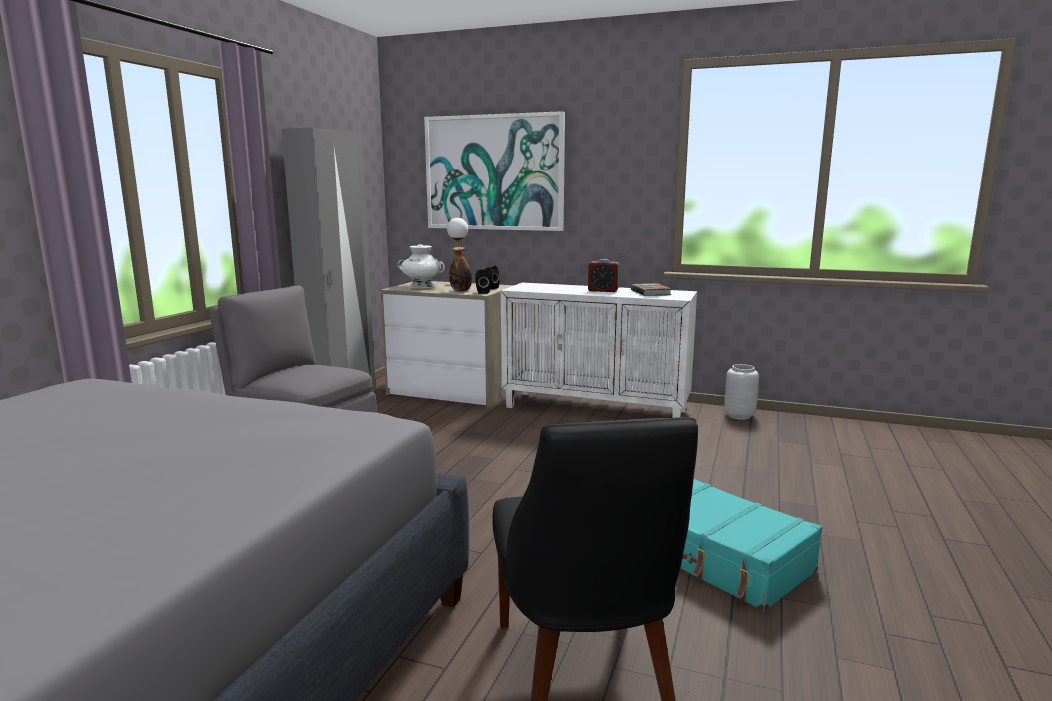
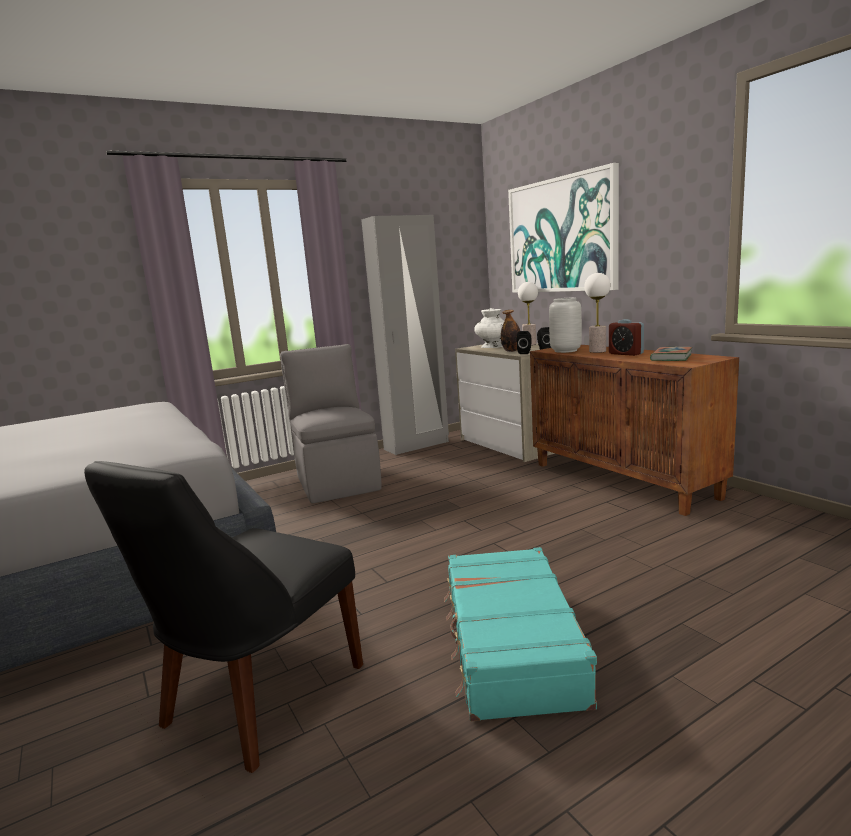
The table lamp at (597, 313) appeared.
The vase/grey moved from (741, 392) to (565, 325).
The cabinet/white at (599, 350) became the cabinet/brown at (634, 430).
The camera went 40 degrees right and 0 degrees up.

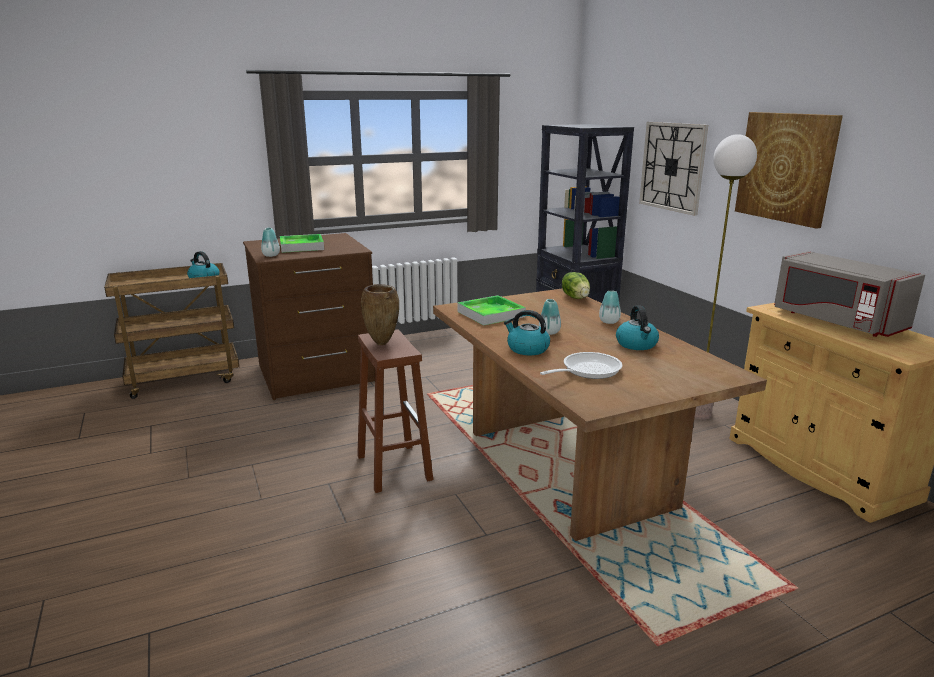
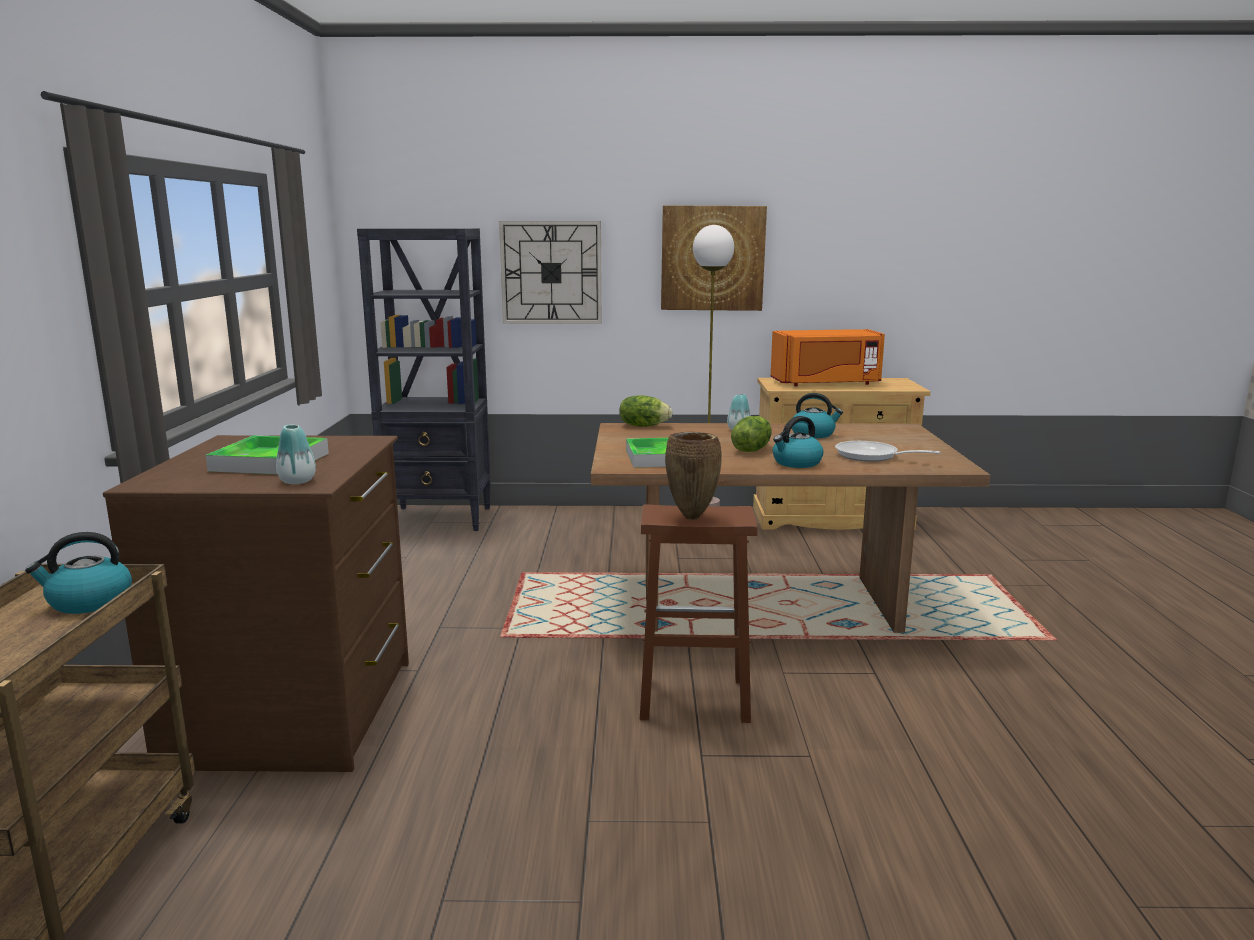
The vase at (550, 317) was replaced by the lettuce at (751, 434).
The microwave/grey at (849, 294) became the microwave/orange at (828, 357).
The frying pan at (581, 365) turned 45 degrees counterclockwise.
The camera went 65 degrees left and 5 degrees down.

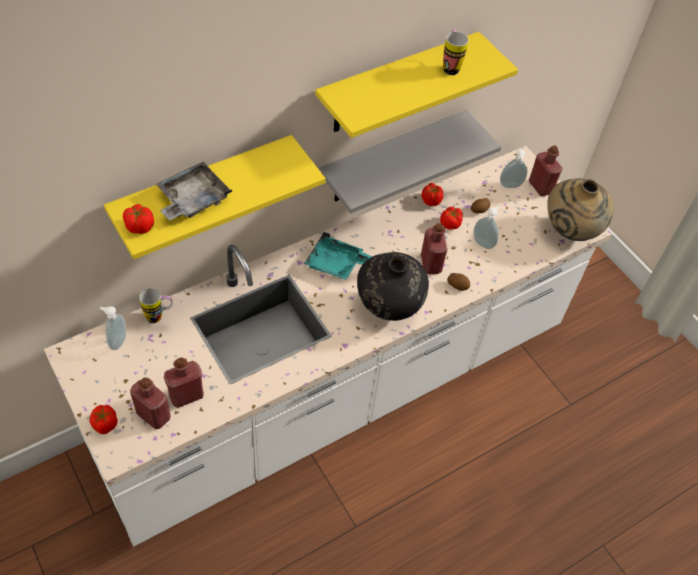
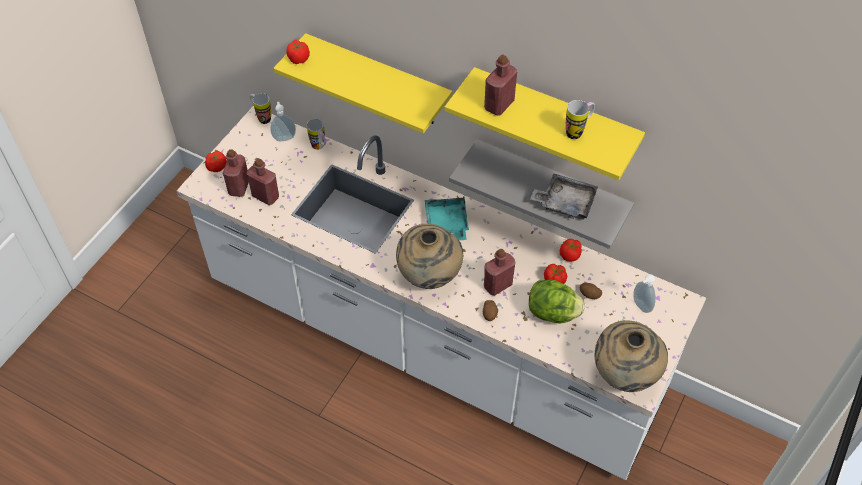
The mug at (260, 108) appeared.
The tray/grey moved from (194, 191) to (564, 196).
The bottle/red moved from (546, 170) to (500, 85).
The soap dispenser at (486, 227) was replaced by the lettuce at (557, 301).
The vase/black at (393, 286) became the vase/beige at (429, 256).
The camera went 65 degrees right and 0 degrees up.

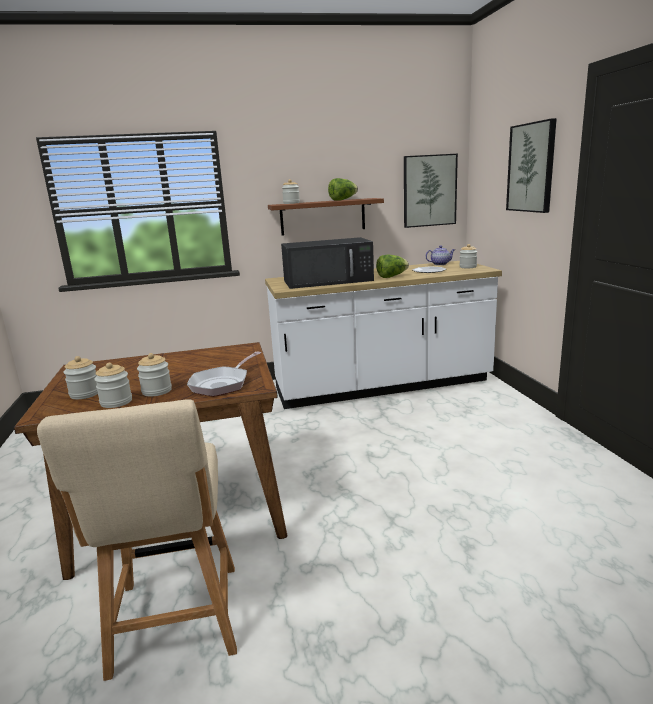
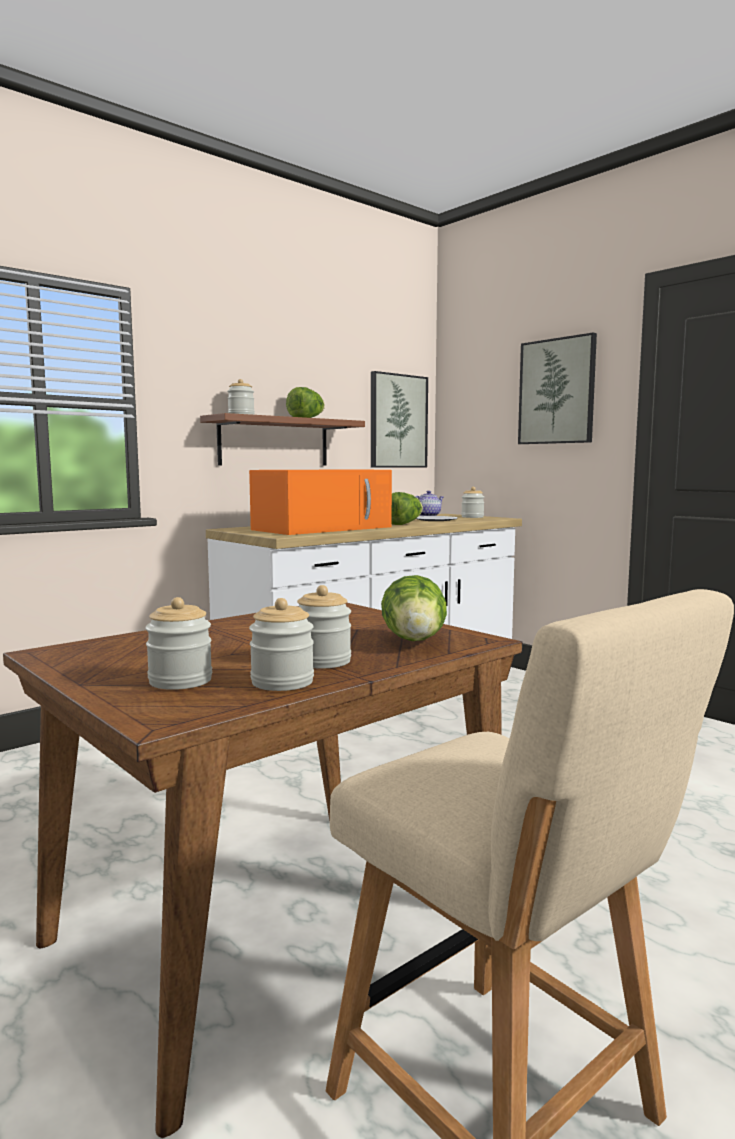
The frying pan at (224, 374) was replaced by the lettuce at (414, 608).
The microwave/black at (327, 263) became the microwave/orange at (320, 502).
The camera went 30 degrees left and 10 degrees down.

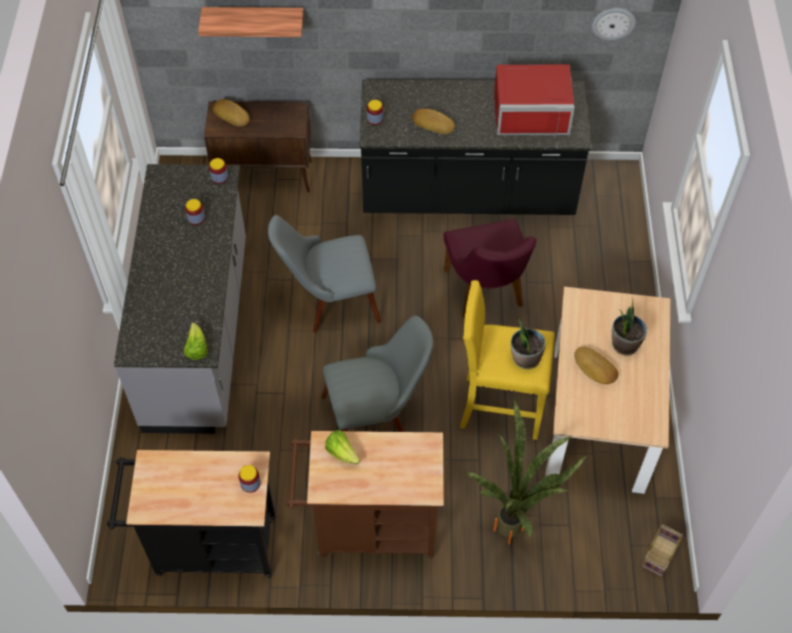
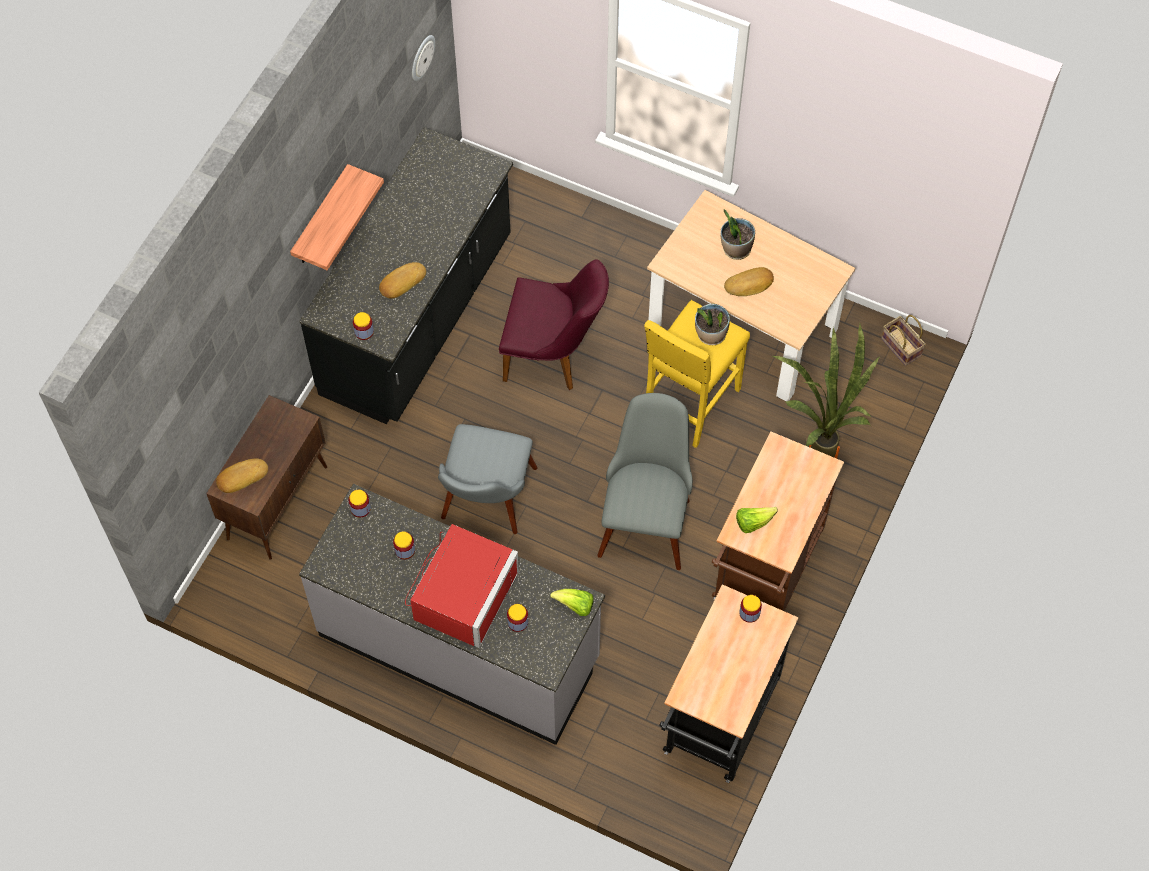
The jar at (517, 618) appeared.
The shelf moved from (250, 22) to (337, 217).
The microwave/red moved from (534, 99) to (462, 586).
The camera went 65 degrees left and 5 degrees up.

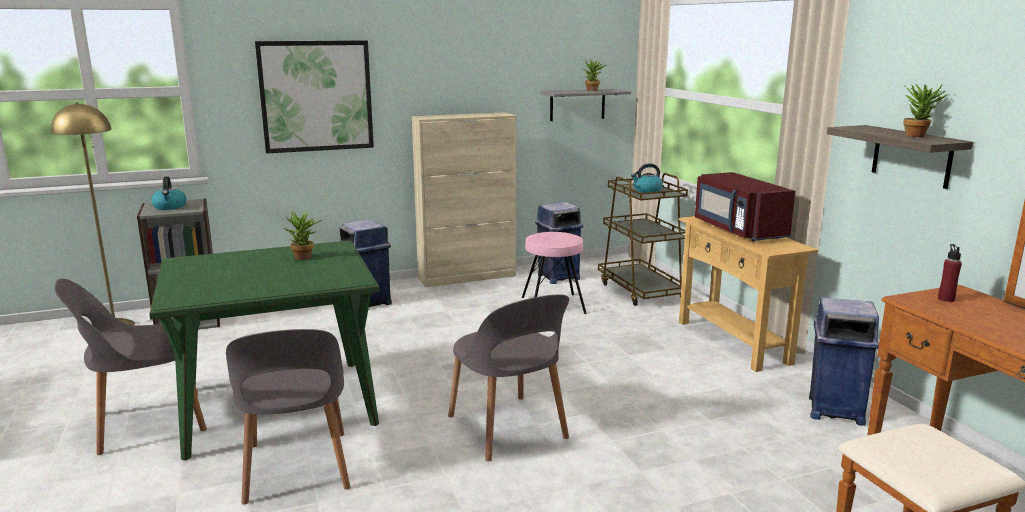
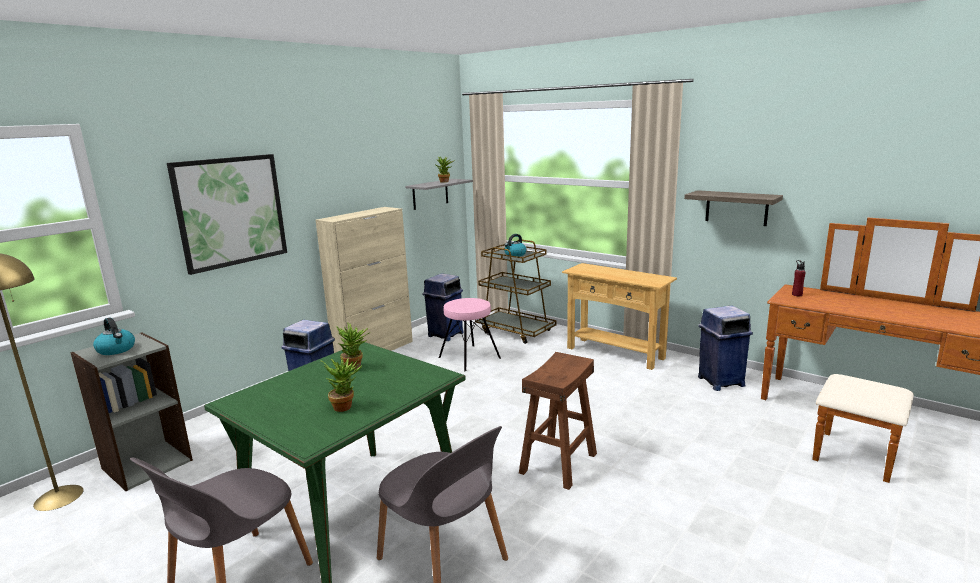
The microwave/red at (745, 206) disappeared.
The potted plant moved from (925, 110) to (341, 385).
The chair/grey at (508, 378) was replaced by the stool/brown at (558, 421).
The camera went 30 degrees left and 0 degrees up.

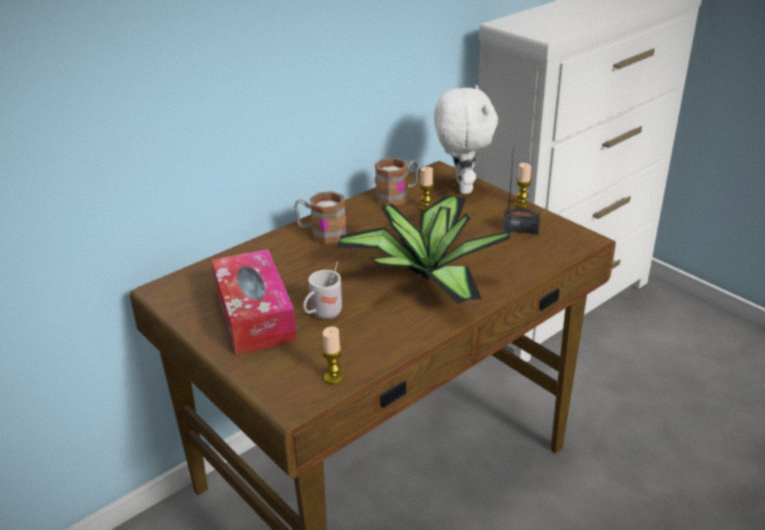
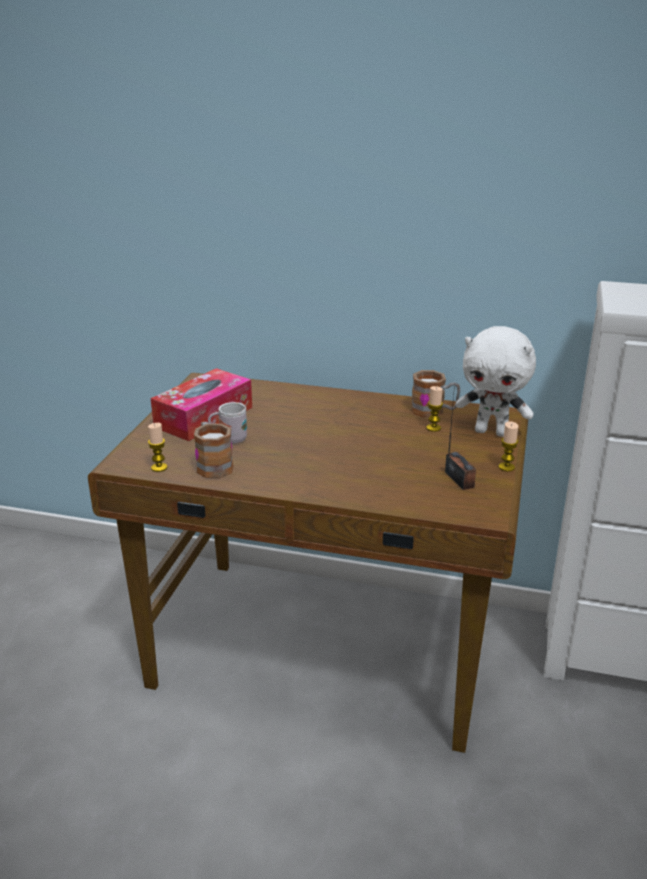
The potted plant at (423, 250) disappeared.
The mug moved from (320, 217) to (213, 450).
The plush toy/white at (466, 139) turned 60 degrees clockwise.
The camera went 55 degrees right and 5 degrees down.

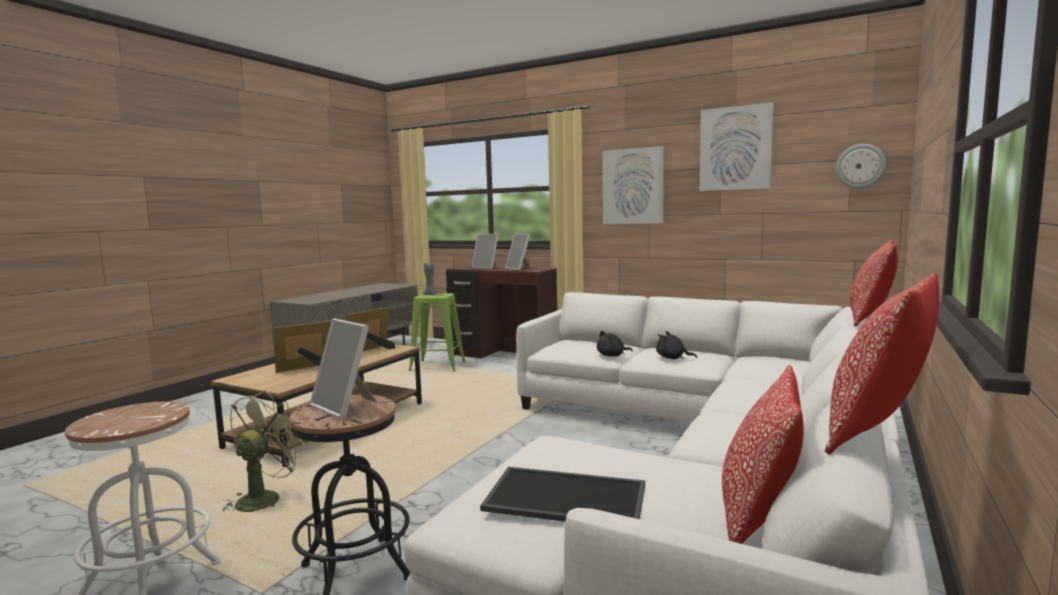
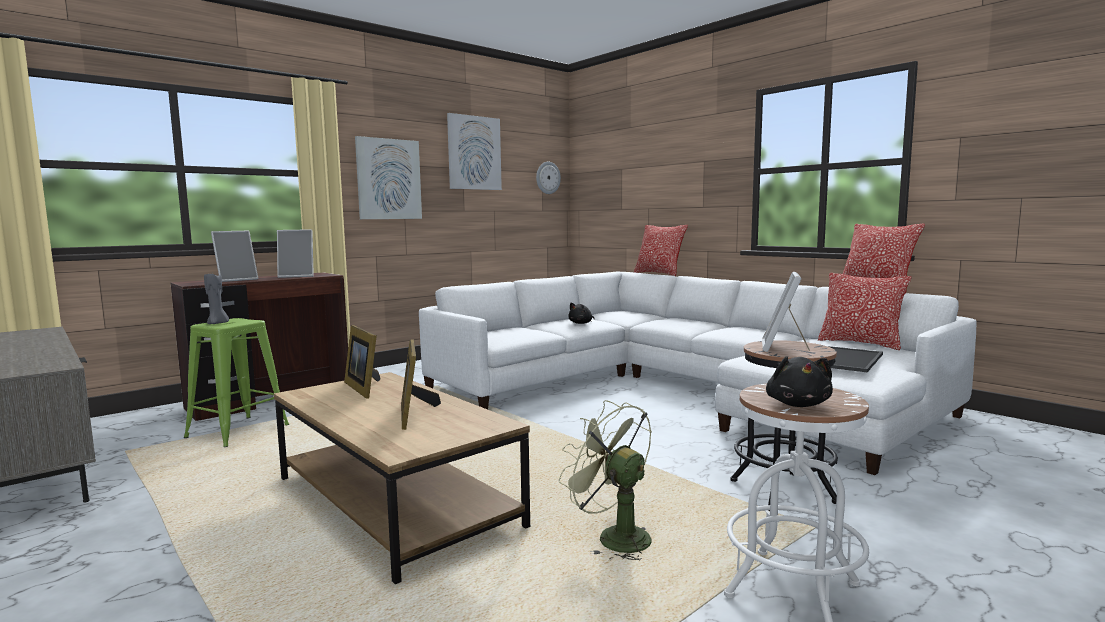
The plush toy/black moved from (615, 344) to (799, 381).
The picture frame at (343, 368) turned 135 degrees clockwise.
The camera went 70 degrees left and 0 degrees up.

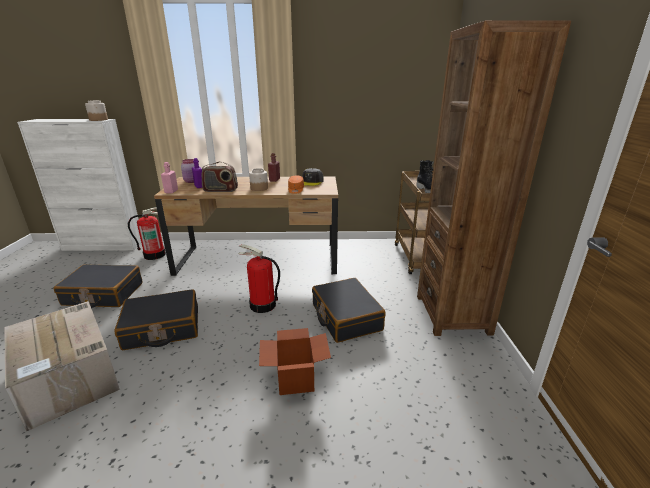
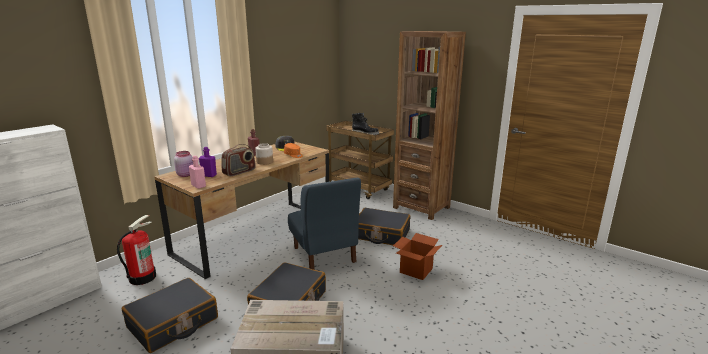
The jar at (96, 110) disappeared.
The fire extinguisher at (259, 278) was replaced by the chair/blue at (324, 223).
The camera went 50 degrees left and 5 degrees down.

